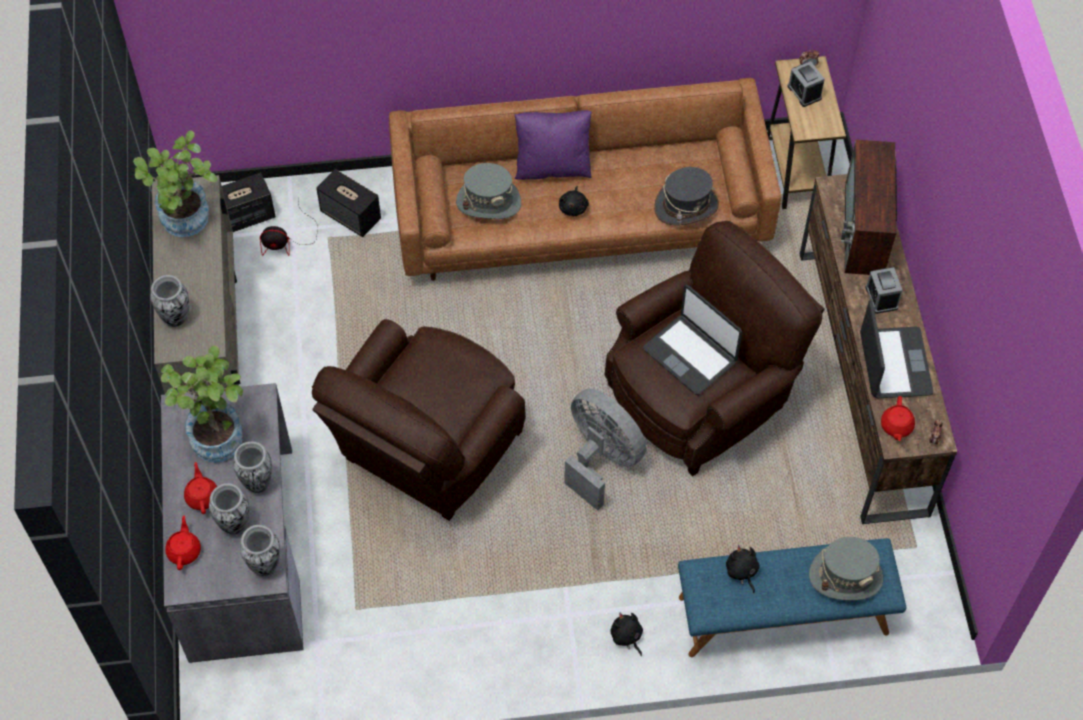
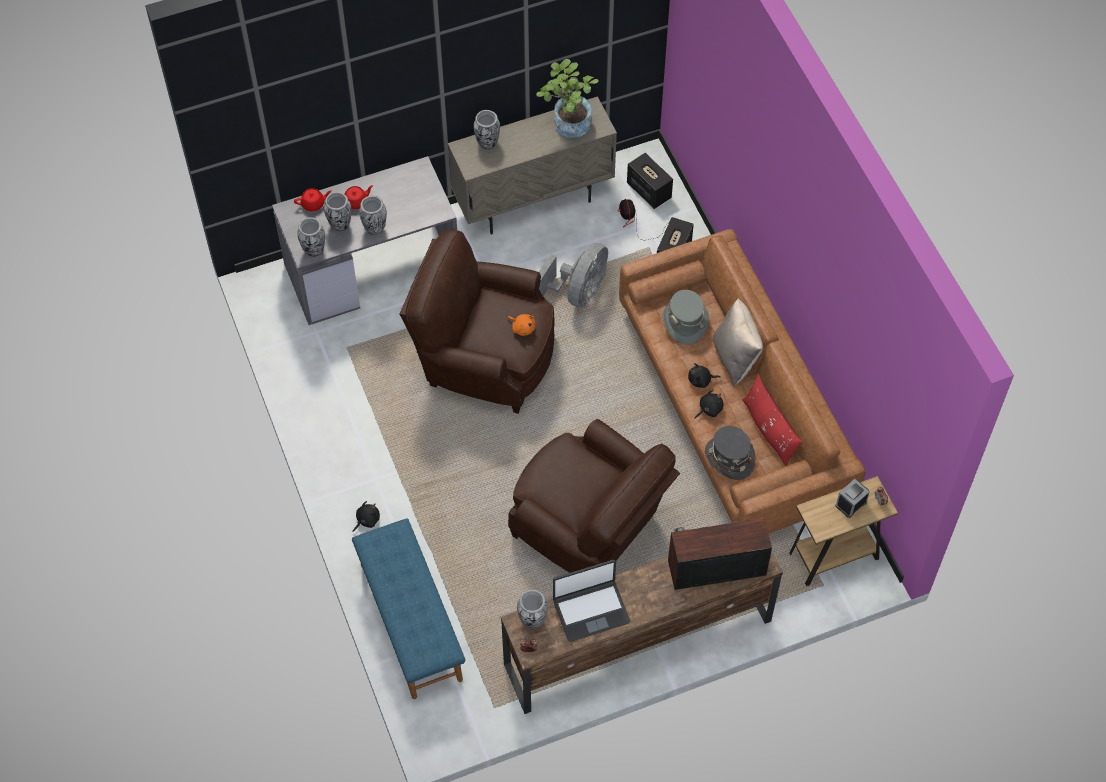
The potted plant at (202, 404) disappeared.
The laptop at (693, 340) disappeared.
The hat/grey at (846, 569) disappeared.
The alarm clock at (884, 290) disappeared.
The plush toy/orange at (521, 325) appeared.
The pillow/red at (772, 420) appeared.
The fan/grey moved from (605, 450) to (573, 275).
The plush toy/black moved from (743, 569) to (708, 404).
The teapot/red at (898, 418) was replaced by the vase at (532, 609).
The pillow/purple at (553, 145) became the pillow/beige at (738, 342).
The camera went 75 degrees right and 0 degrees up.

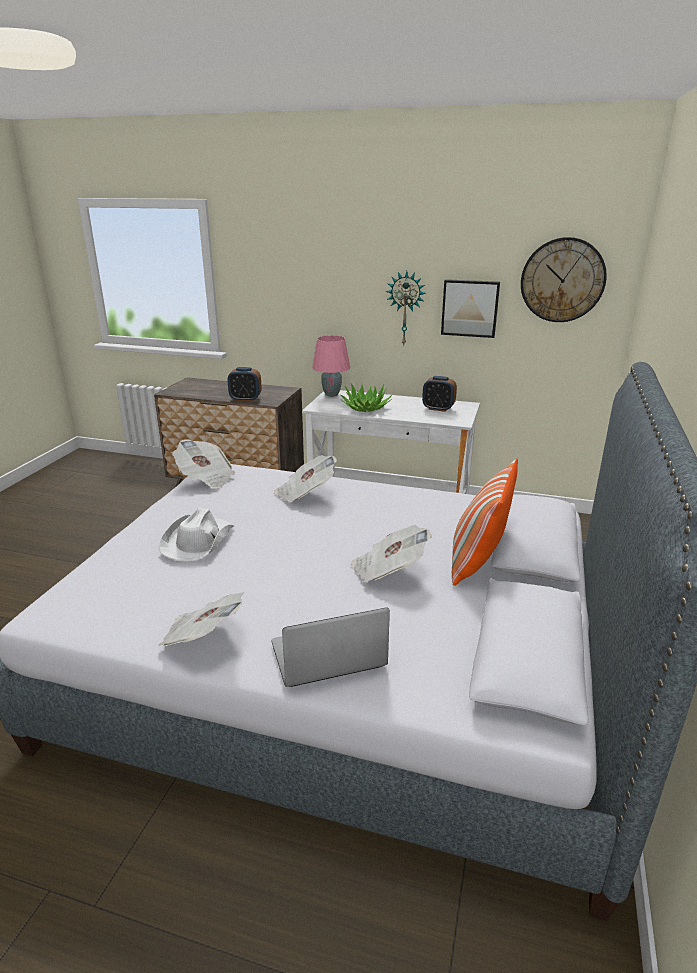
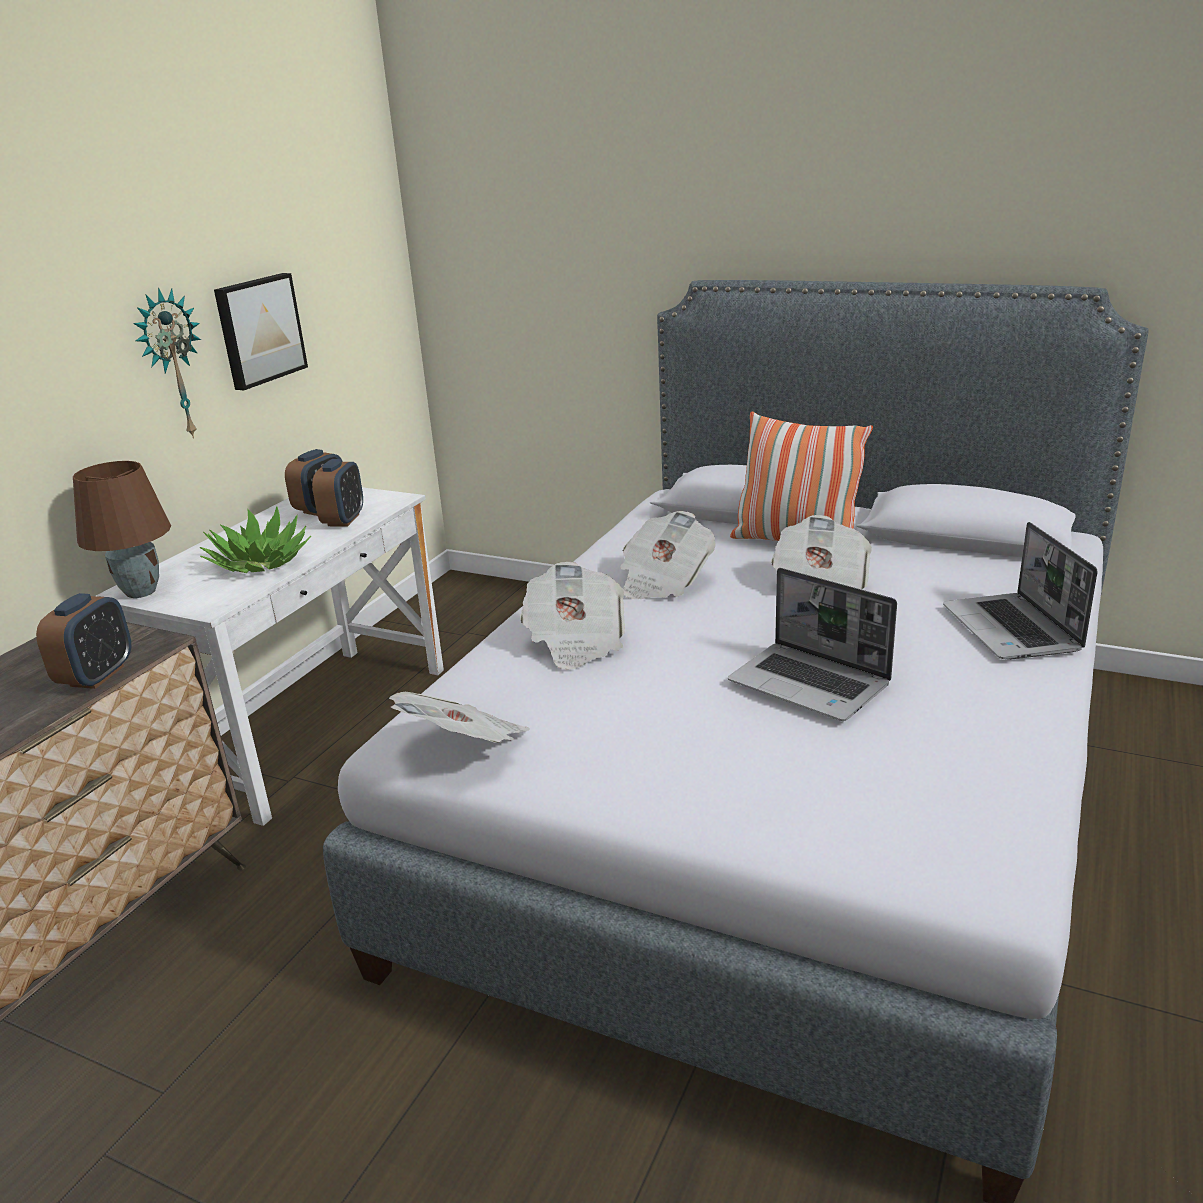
The hat/white at (196, 534) disappeared.
The wall clock at (564, 279) disappeared.
The alarm clock at (337, 492) appeared.
The laptop at (812, 644) appeared.
The newspaper moved from (201, 619) to (668, 555).
The table lamp/pink at (331, 366) became the table lamp/brown at (122, 529).
The camera went 80 degrees left and 0 degrees up.

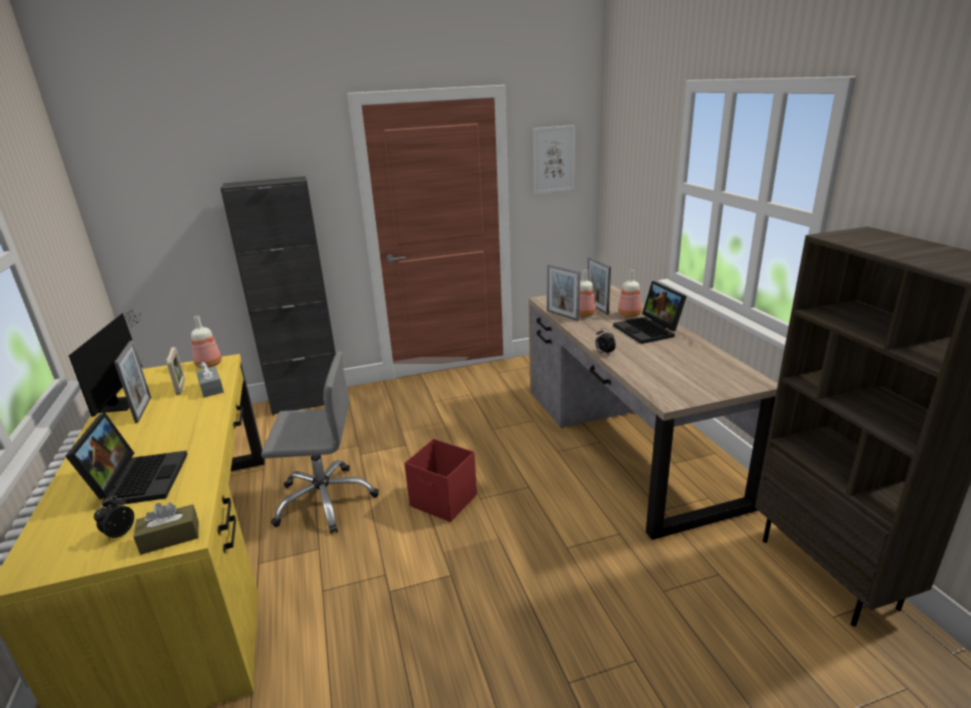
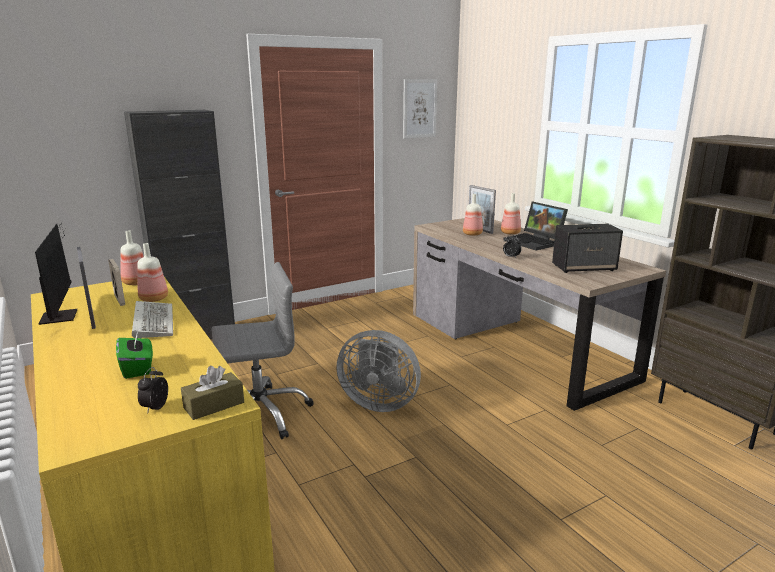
The picture frame at (563, 292) disappeared.
The keyboard at (152, 319) appeared.
The speaker at (587, 248) appeared.
The laptop at (126, 460) was replaced by the tissue box/green at (134, 355).
The tissue box/grey at (210, 379) was replaced by the bottle at (152, 272).
The storage box/red at (440, 480) was replaced by the fan/grey at (378, 371).
The camera went 15 degrees left and 5 degrees down.

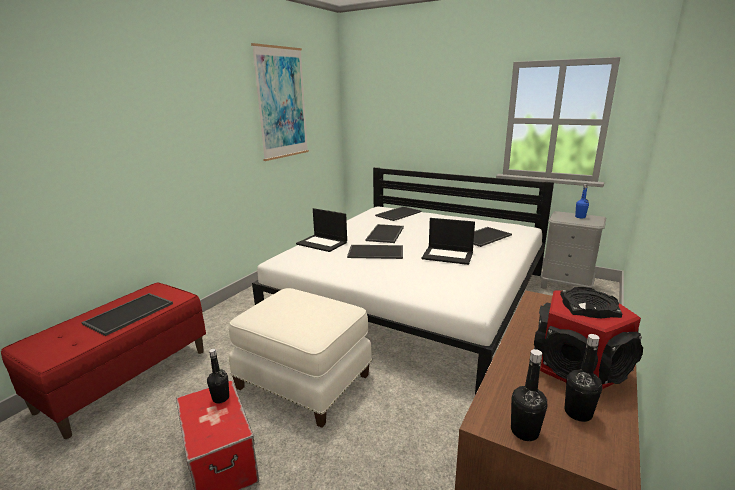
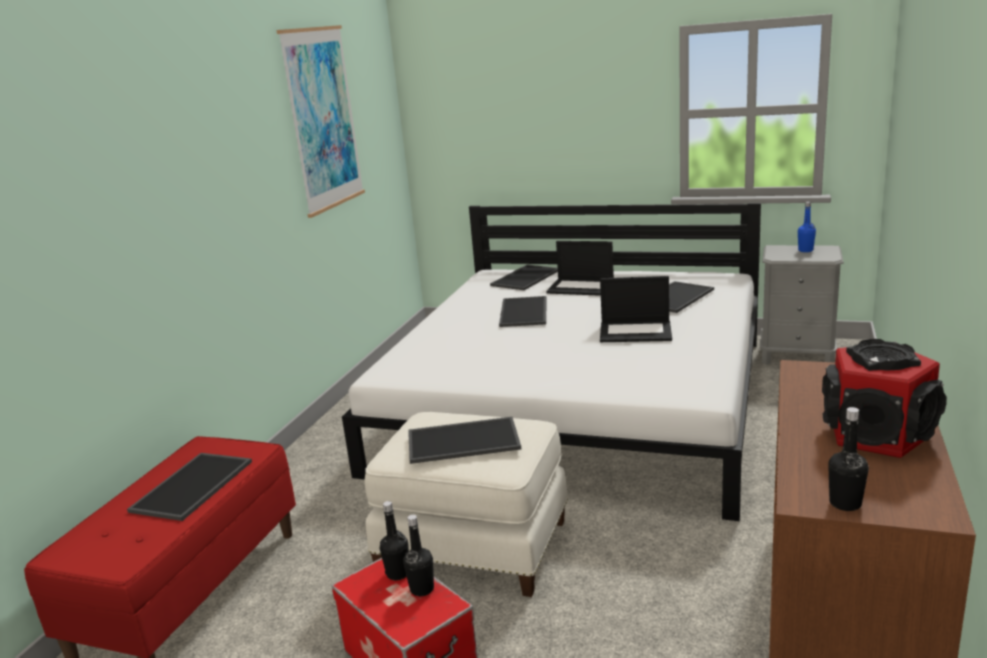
The laptop moved from (321, 230) to (580, 268).
The tray moved from (375, 252) to (464, 440).
The bottle/black moved from (583, 378) to (418, 555).
The camera went 10 degrees left and 0 degrees up.

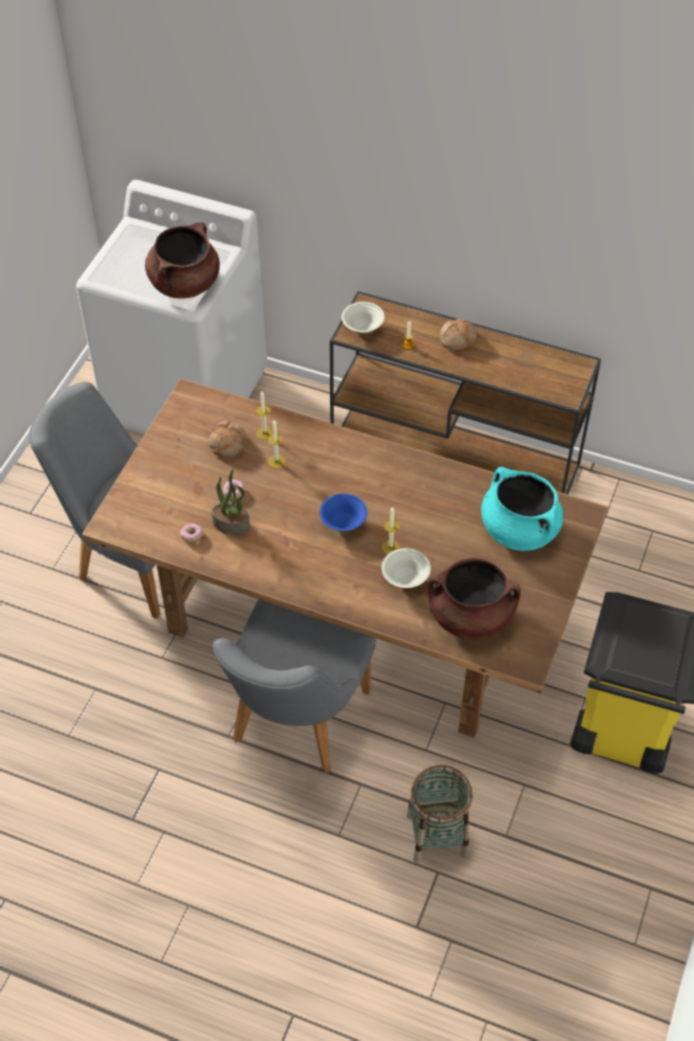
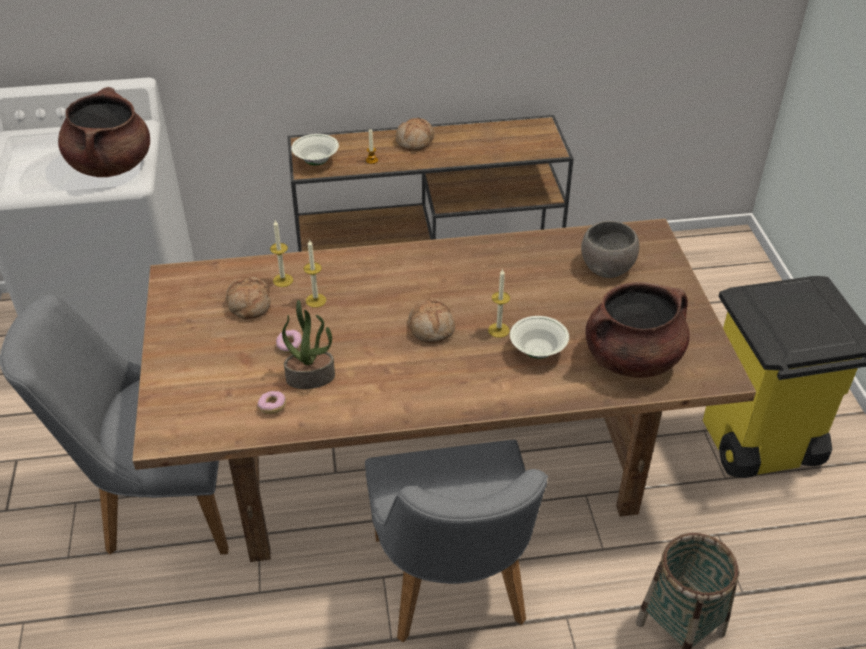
The bowl/blue at (343, 512) was replaced by the bread at (431, 321).
The cooking pot/turquoise at (522, 509) was replaced by the bowl/grey at (610, 249).
The camera went 30 degrees left and 10 degrees down.

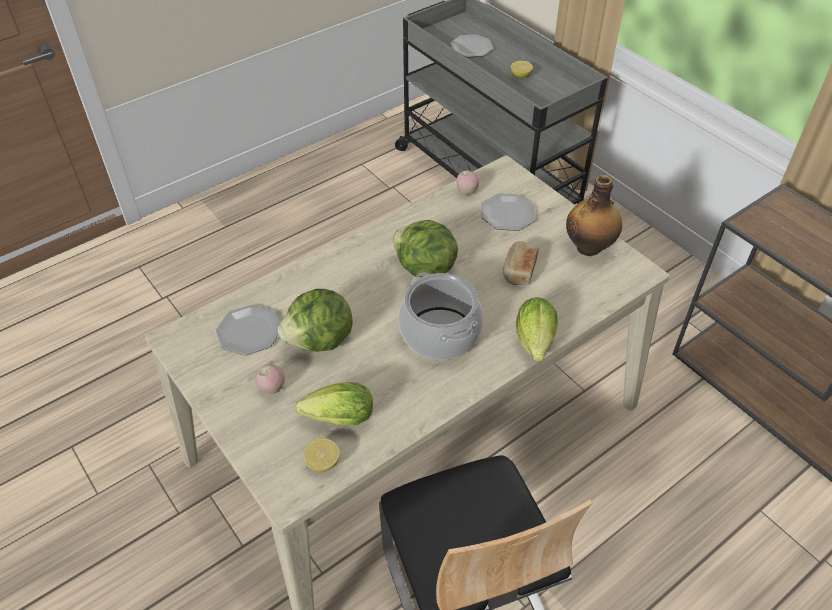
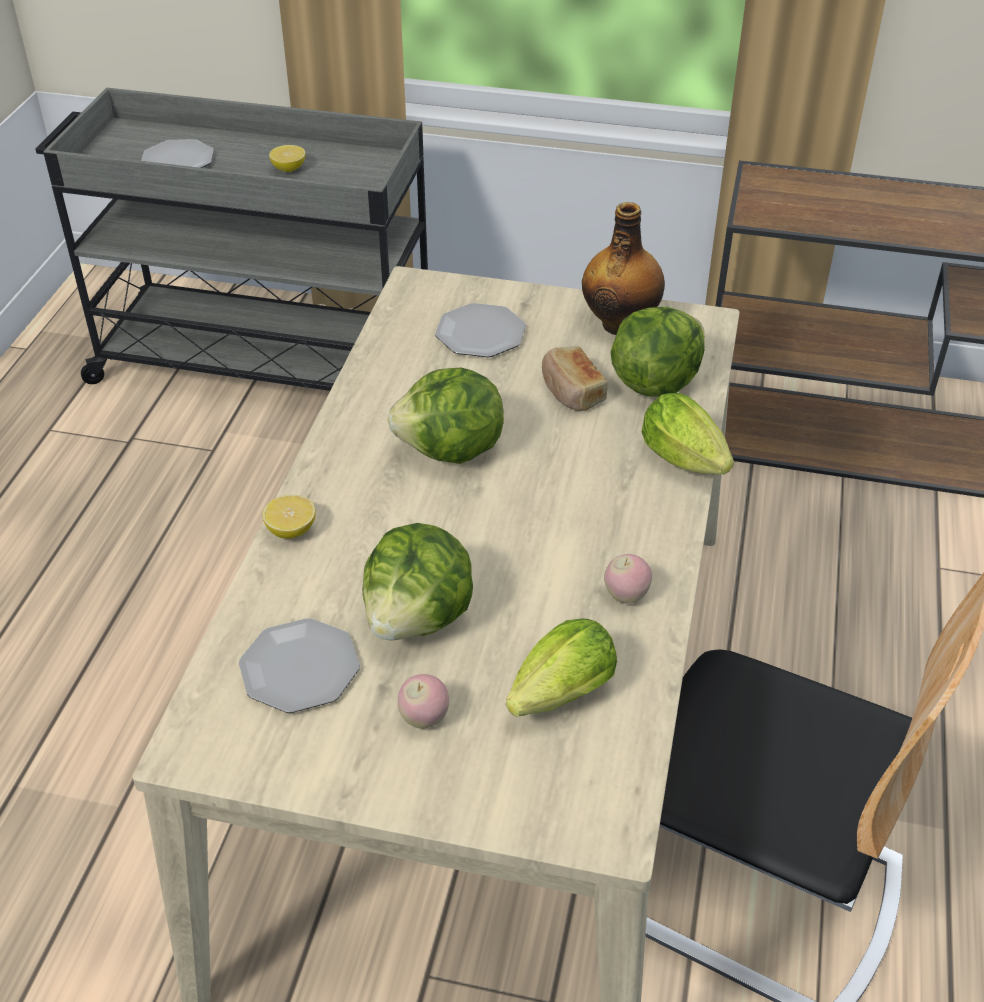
The cooking pot at (440, 316) disappeared.
The lettuce at (657, 352) appeared.
The lemon moved from (321, 455) to (289, 517).
The apple moved from (467, 183) to (628, 578).
The camera went 40 degrees left and 5 degrees down.

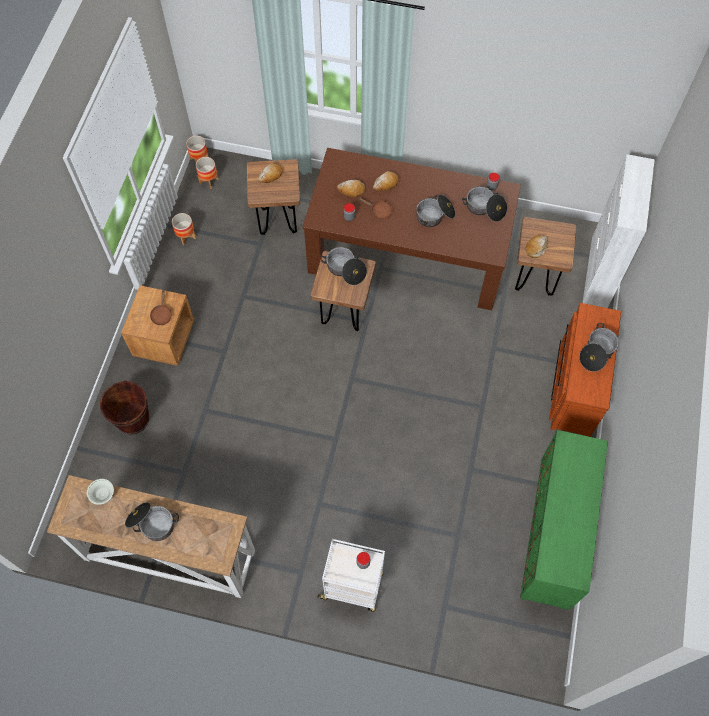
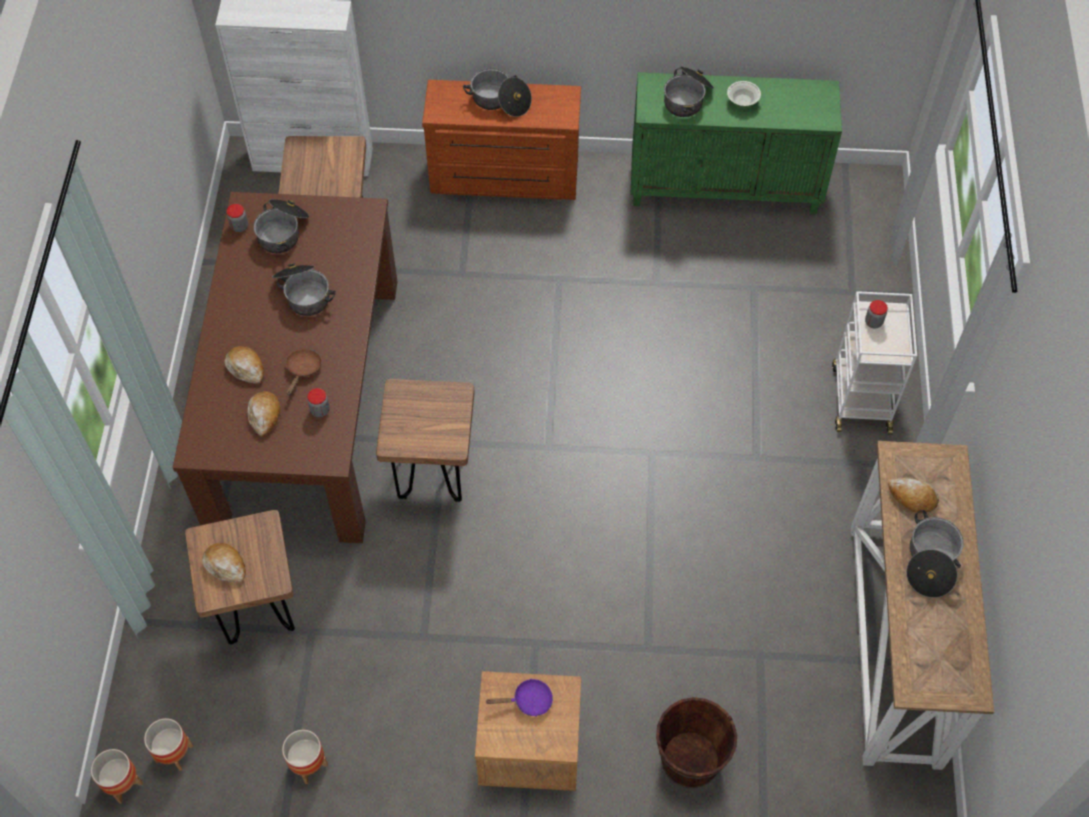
The bowl/white moved from (100, 492) to (744, 94).
The cooking pot moved from (344, 266) to (689, 92).
The bread moved from (537, 246) to (913, 495).
The frying pan/brown at (161, 307) became the frying pan/purple at (519, 698).
The camera went 100 degrees left and 5 degrees down.

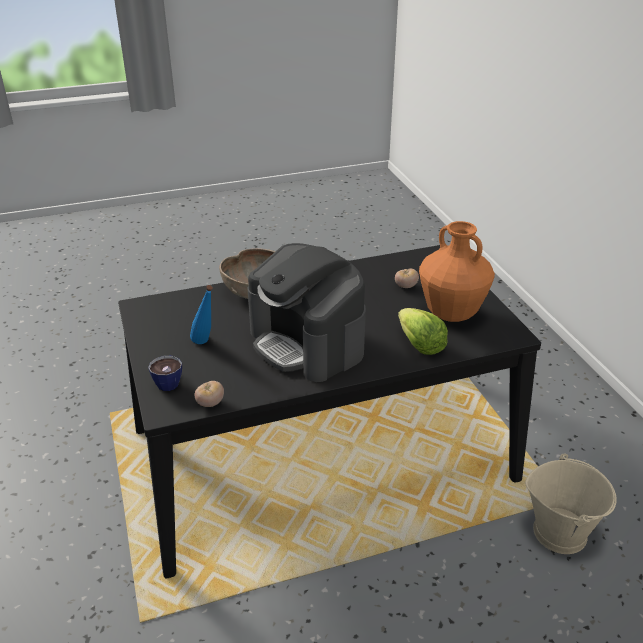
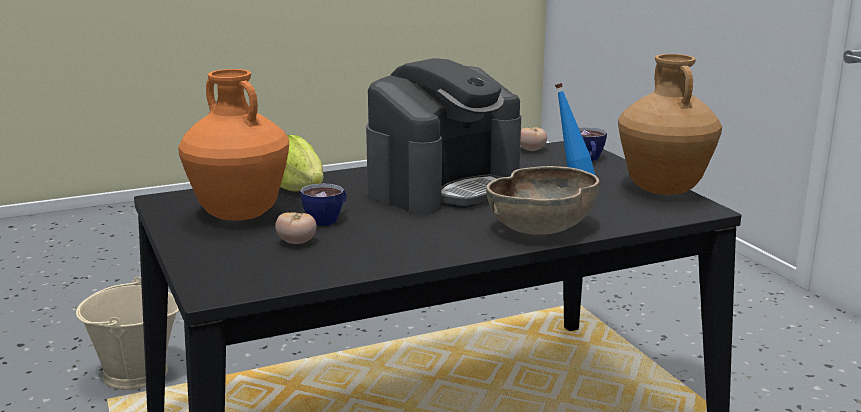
The cup at (323, 204) appeared.
The vase/brown at (670, 124) appeared.
The coffee machine at (307, 312) turned 90 degrees clockwise.
The camera went 175 degrees right and 15 degrees down.

